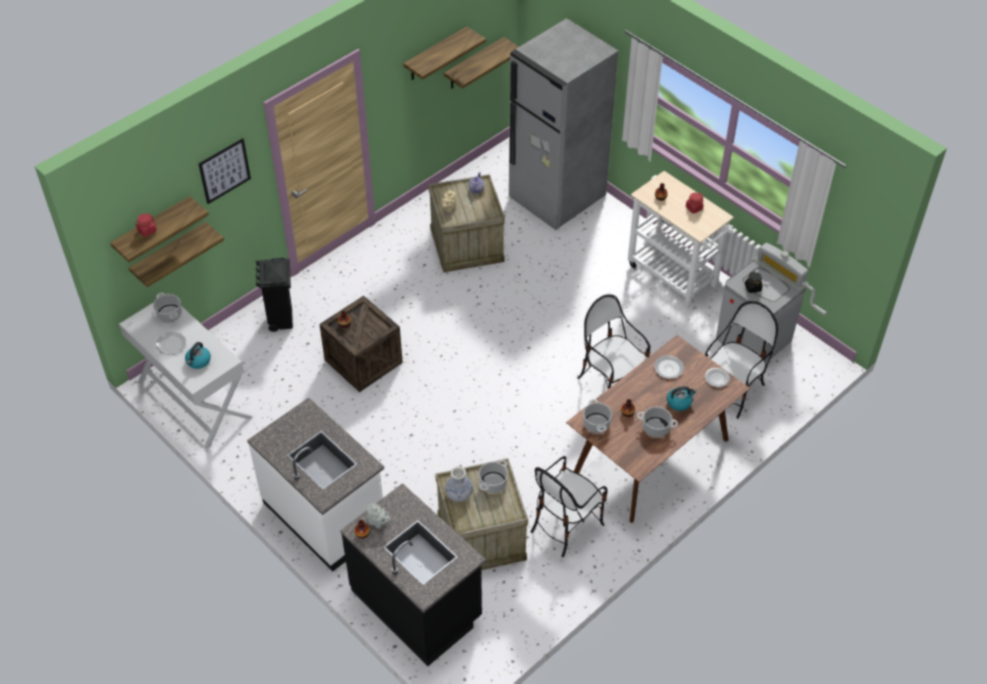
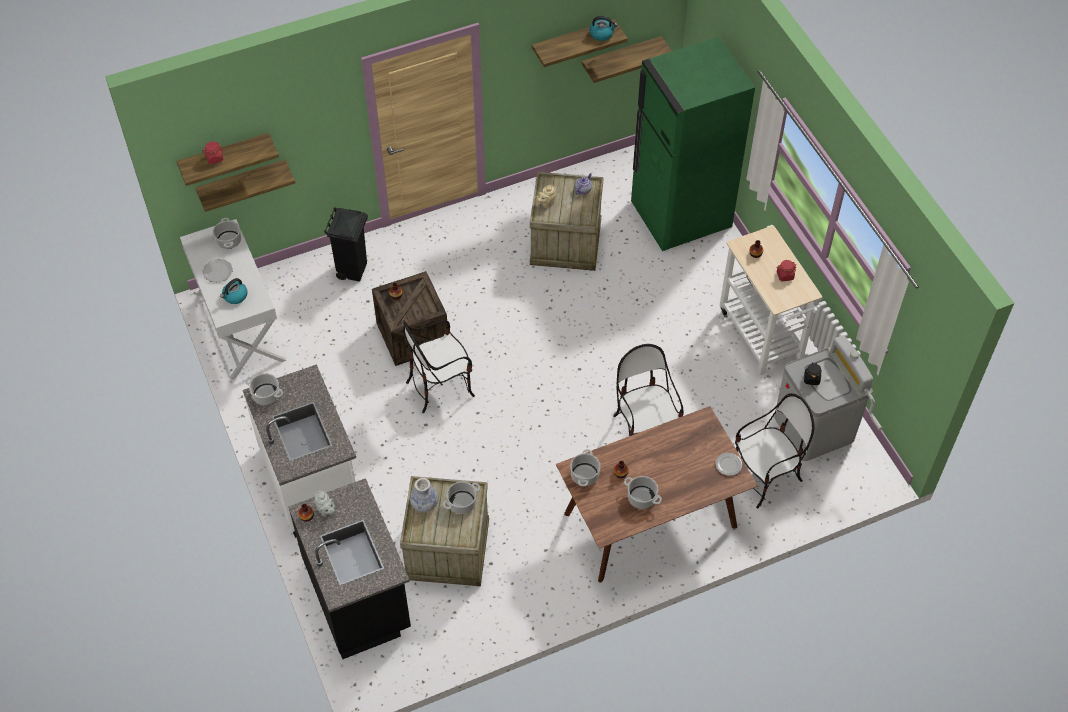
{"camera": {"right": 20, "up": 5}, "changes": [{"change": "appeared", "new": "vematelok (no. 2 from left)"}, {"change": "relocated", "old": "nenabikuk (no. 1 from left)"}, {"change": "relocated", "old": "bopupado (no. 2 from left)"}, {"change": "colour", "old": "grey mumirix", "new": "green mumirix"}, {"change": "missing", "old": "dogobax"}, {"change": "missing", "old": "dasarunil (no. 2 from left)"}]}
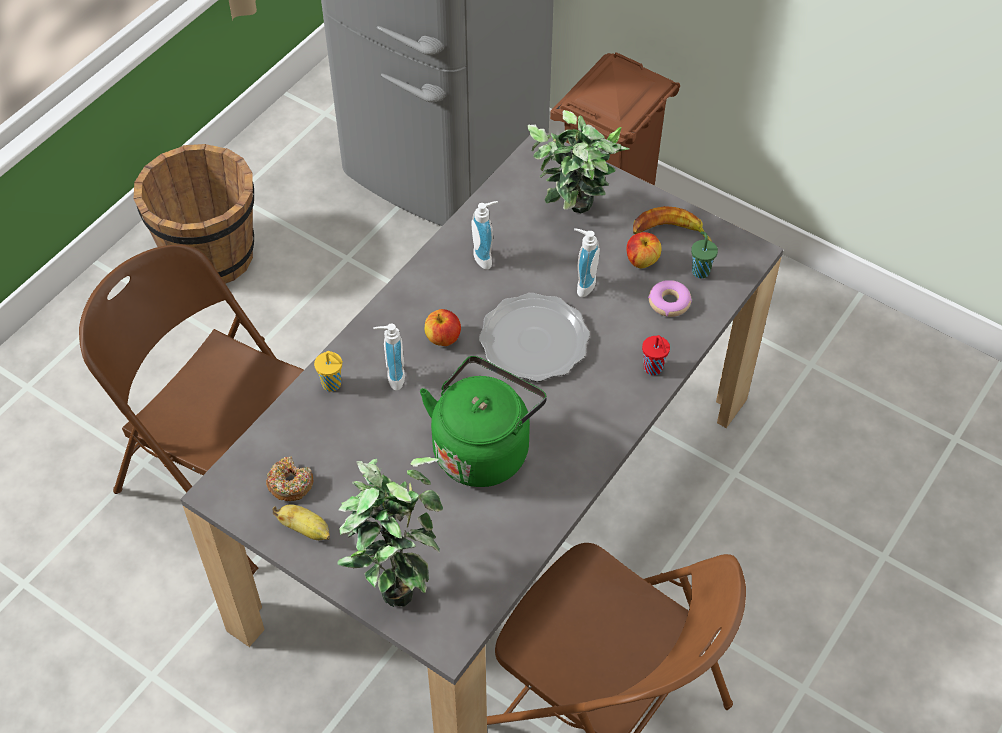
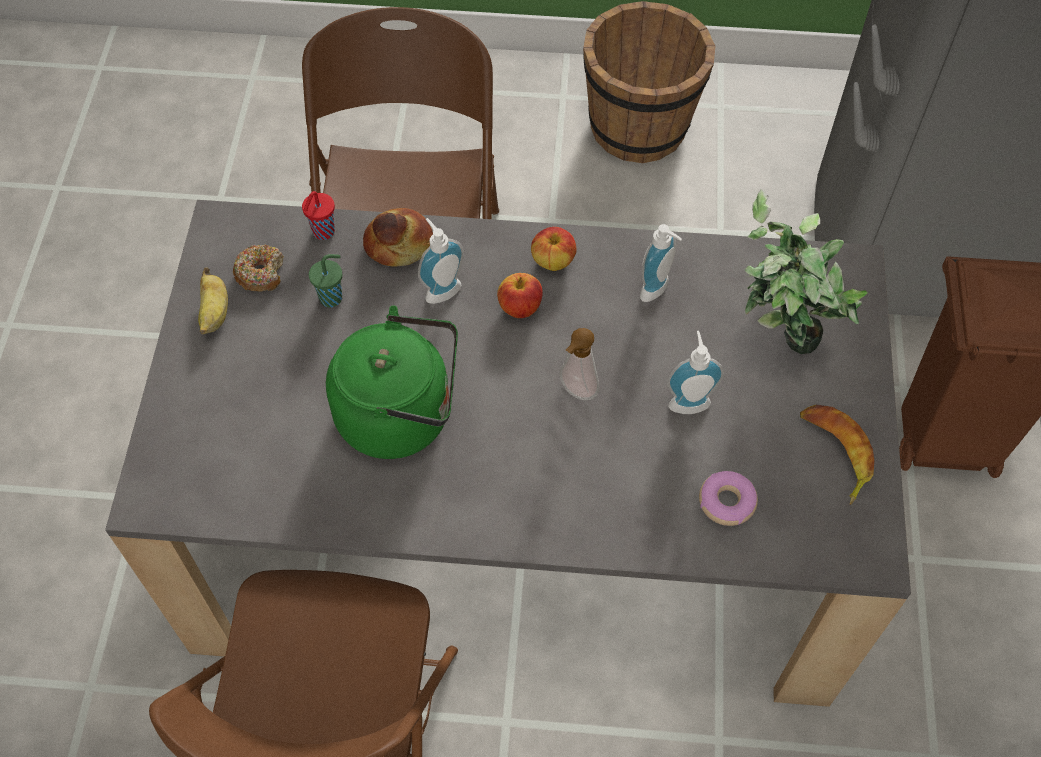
{"camera": {"right": 60, "up": 5}, "changes": [{"change": "relocated", "old": "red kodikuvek"}, {"change": "relocated", "old": "green kodikuvek"}, {"change": "exchanged", "old": "yellow kodikuvek", "new": "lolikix"}, {"change": "relocated", "old": "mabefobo (no. 2 from left)"}, {"change": "exchanged", "old": "dasarunil", "new": "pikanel (no. 2 from left)"}, {"change": "missing", "old": "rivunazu (no. 1 from left)"}]}
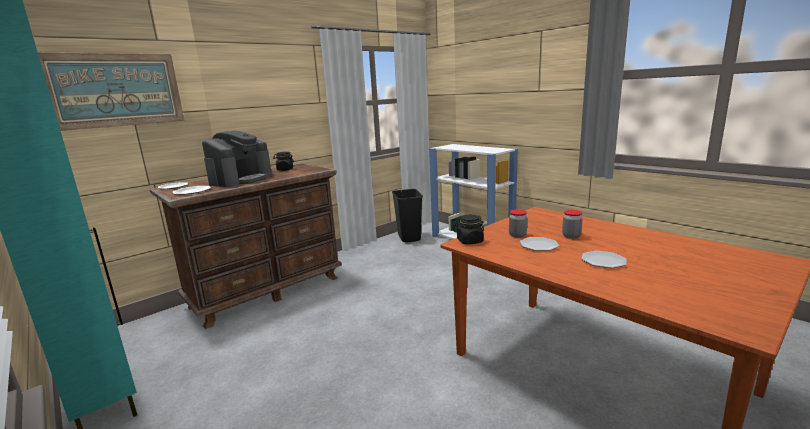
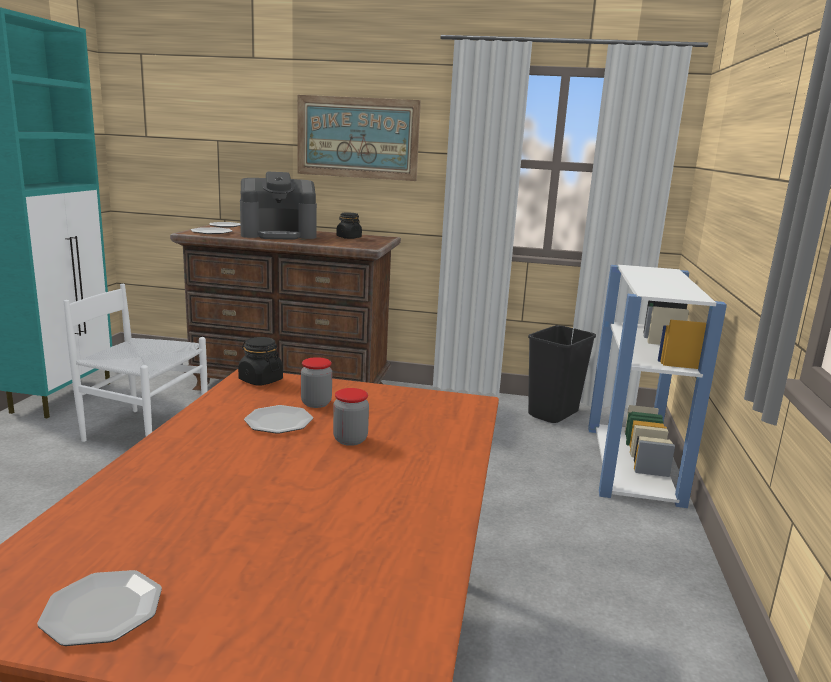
{"camera": {"right": 50, "up": 0}, "changes": [{"change": "relocated", "old": "dasarunil (no. 4 from left in the first image)", "new": "dasarunil (no. 1 from left)"}, {"change": "appeared", "new": "white nenabikuk"}, {"change": "relocated", "old": "dogobax"}]}
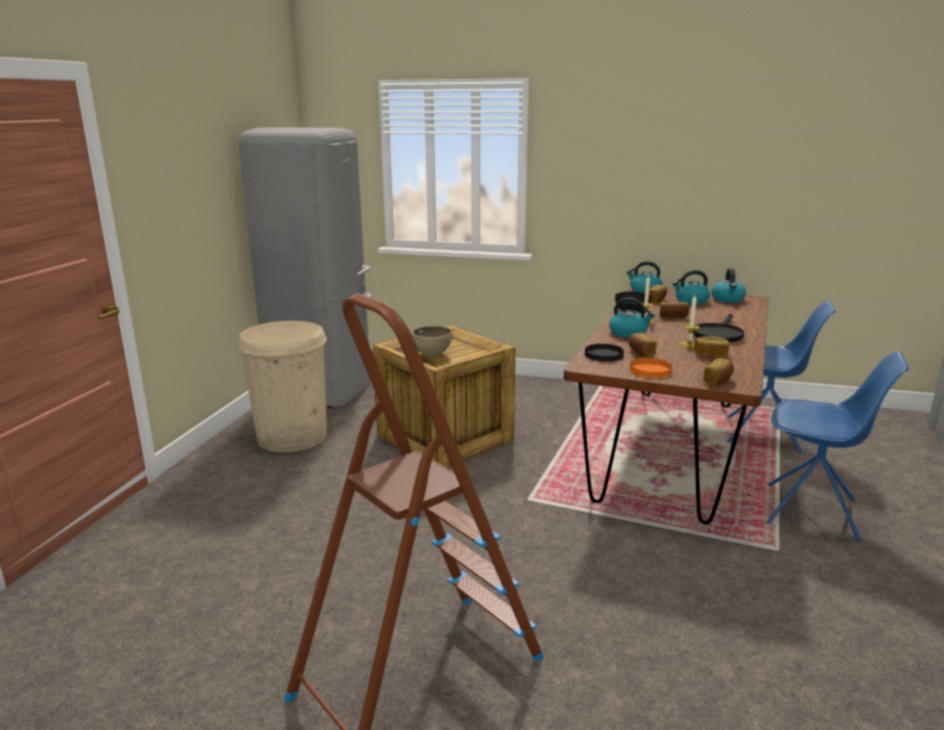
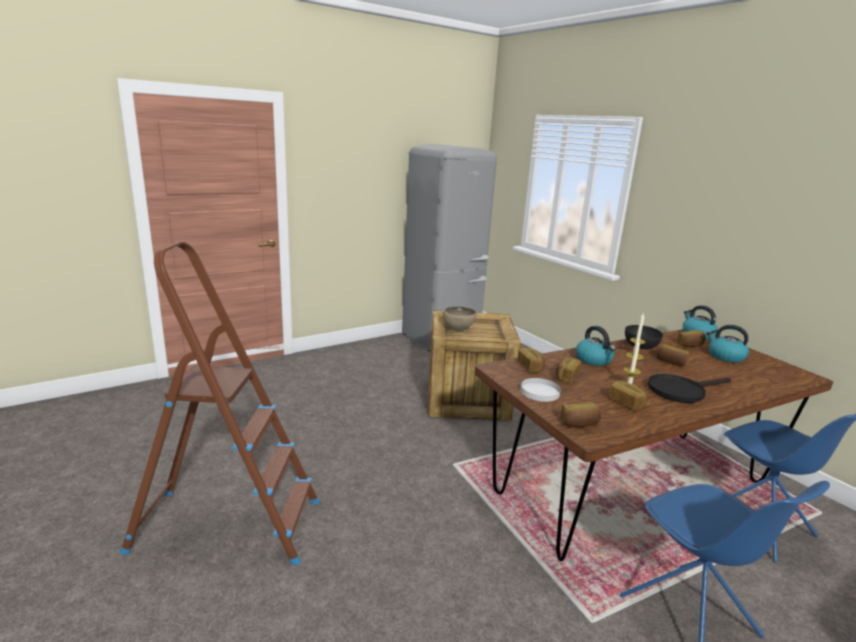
{"camera": {"right": 40, "up": 0}, "changes": [{"change": "exchanged", "old": "black dasarunil", "new": "lolikix (no. 1 from left)"}, {"change": "colour", "old": "orange dasarunil", "new": "white dasarunil"}, {"change": "missing", "old": "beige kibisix"}, {"change": "missing", "old": "bopupado (no. 4 from left)"}]}
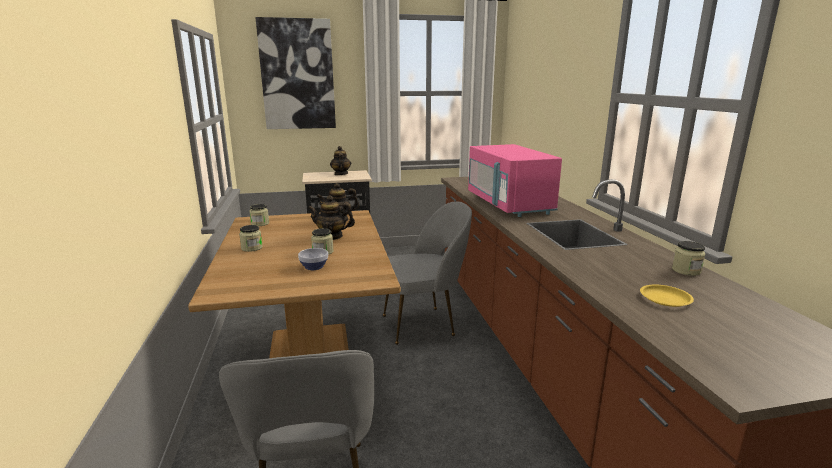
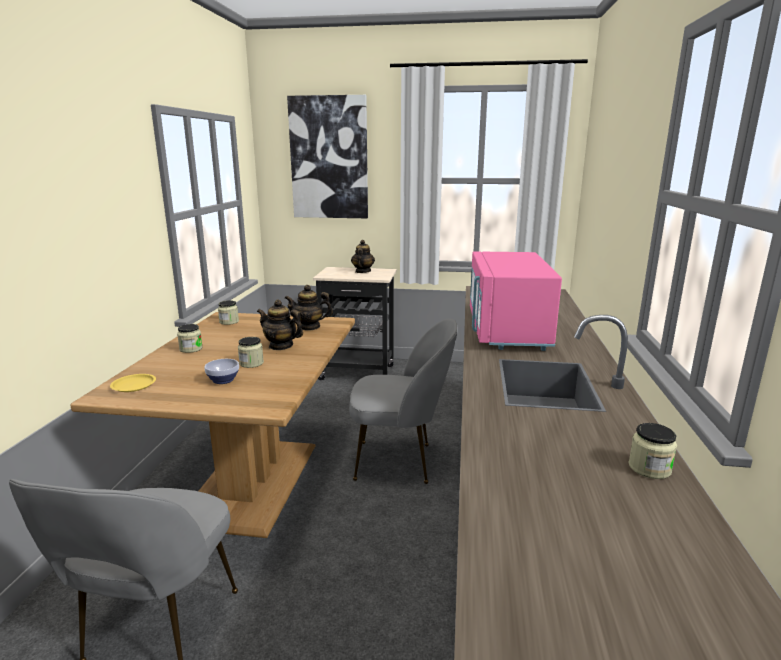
{"camera": {"right": 20, "up": 0}, "changes": [{"change": "relocated", "old": "yellow dasarunil"}]}
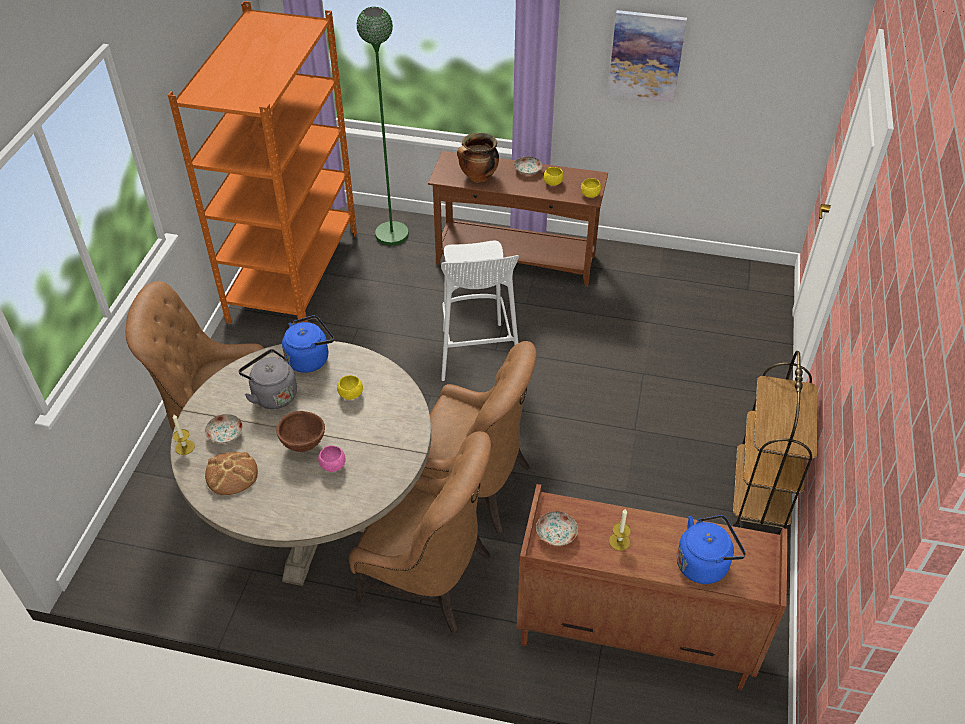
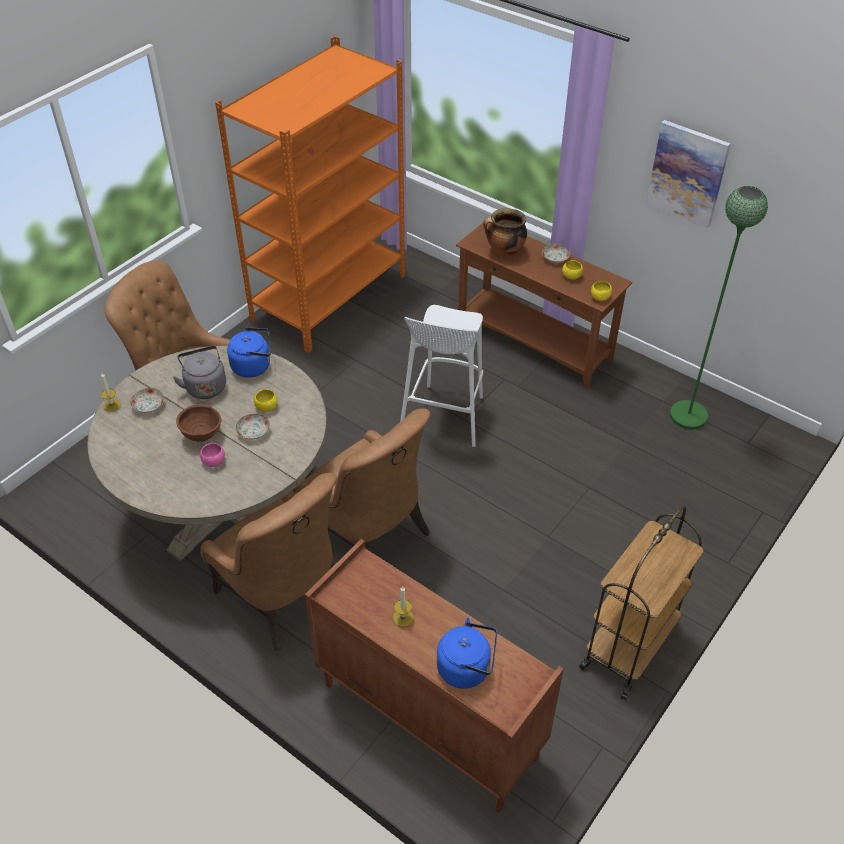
{"camera": {"right": 25, "up": 0}, "changes": [{"change": "relocated", "old": "dasarunil (no. 3 from left in the first image)", "new": "dasarunil (no. 2 from left)"}, {"change": "relocated", "old": "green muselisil"}, {"change": "missing", "old": "lolikix"}]}
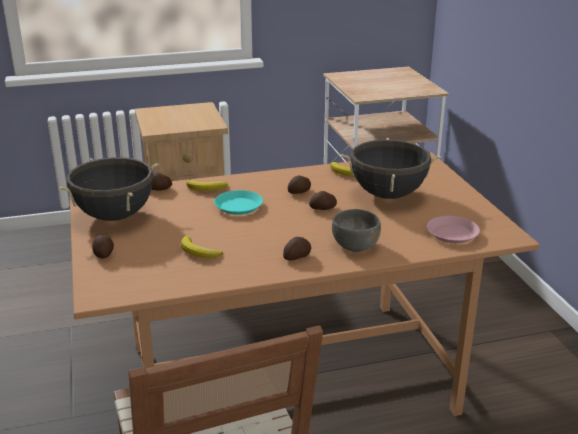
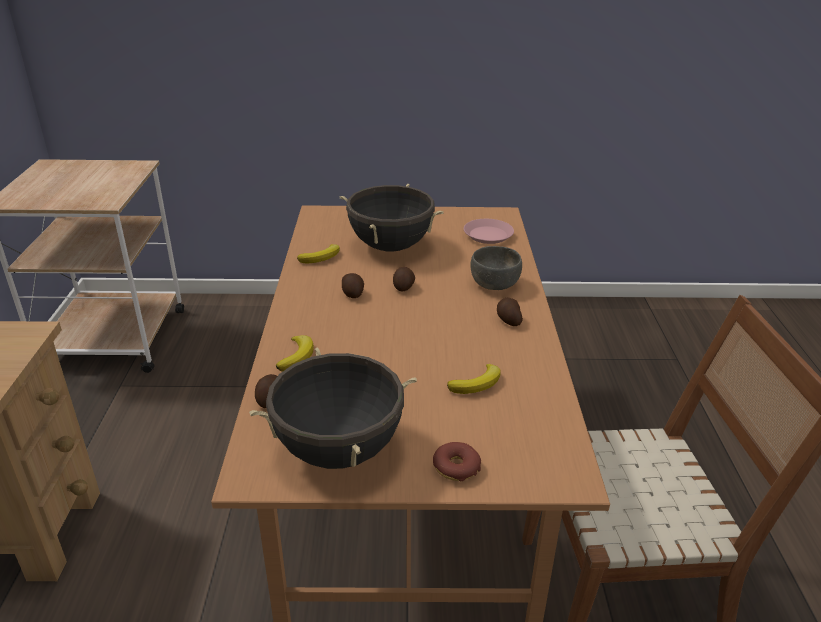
{"camera": {"right": -75, "up": 5}, "changes": [{"change": "exchanged", "old": "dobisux (no. 1 from left)", "new": "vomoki"}, {"change": "missing", "old": "turquoise dasarunil"}]}
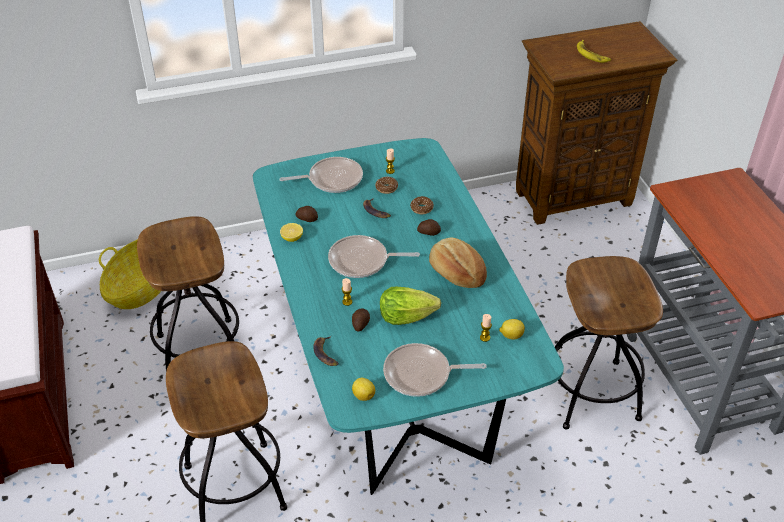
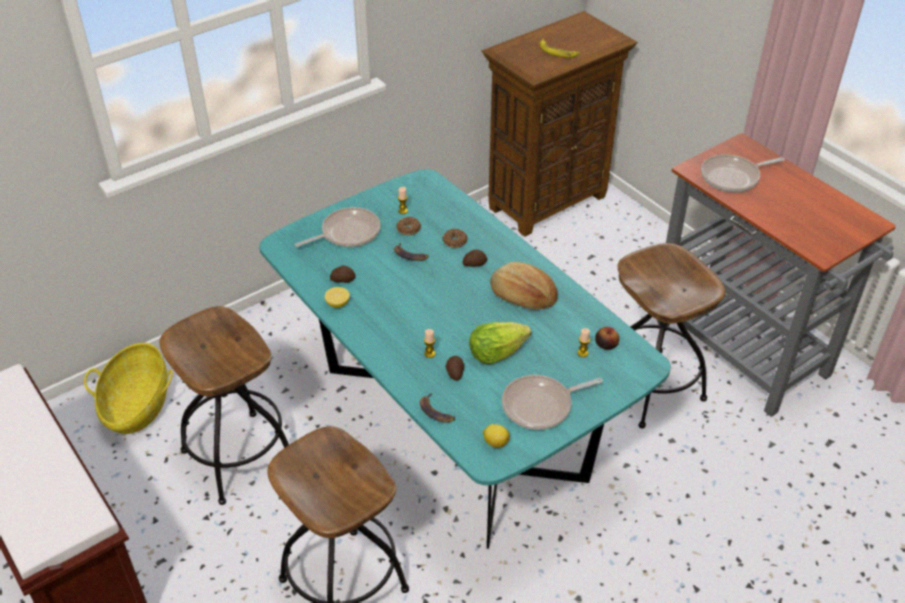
{"camera": {"right": -20, "up": 0}, "changes": [{"change": "exchanged", "old": "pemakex (no. 3 from left)", "new": "mabefobo"}, {"change": "relocated", "old": "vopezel (no. 2 from left in the first image)", "new": "vopezel (no. 3 from left)"}]}
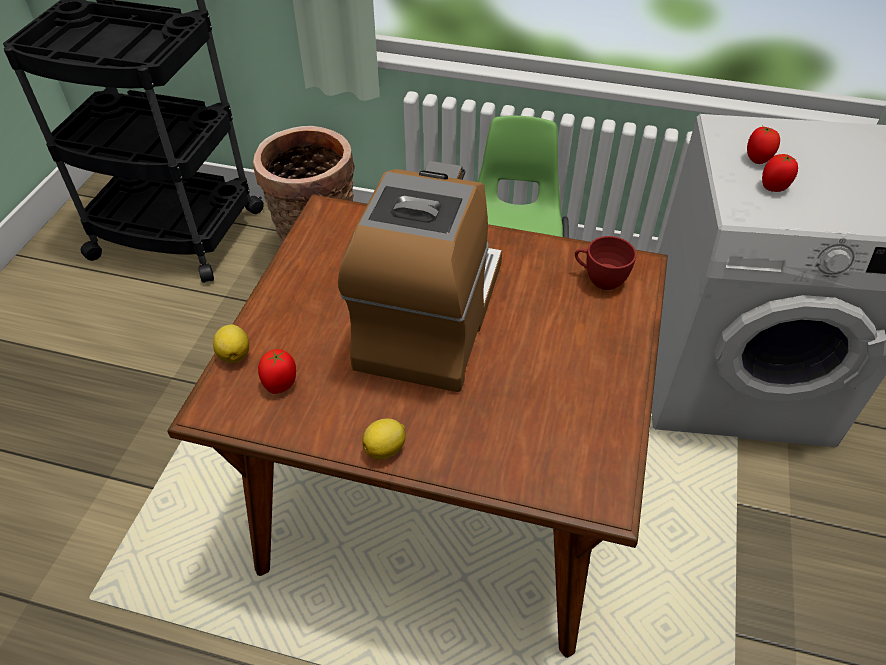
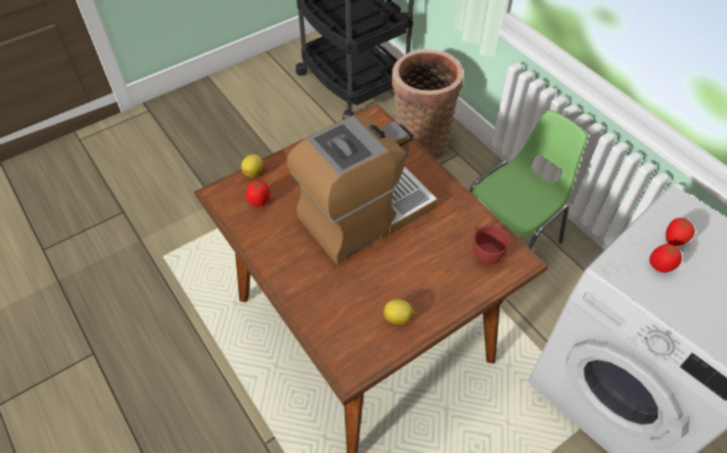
{"camera": {"right": 40, "up": 5}, "changes": [{"change": "relocated", "old": "pemakex (no. 2 from left)"}]}
